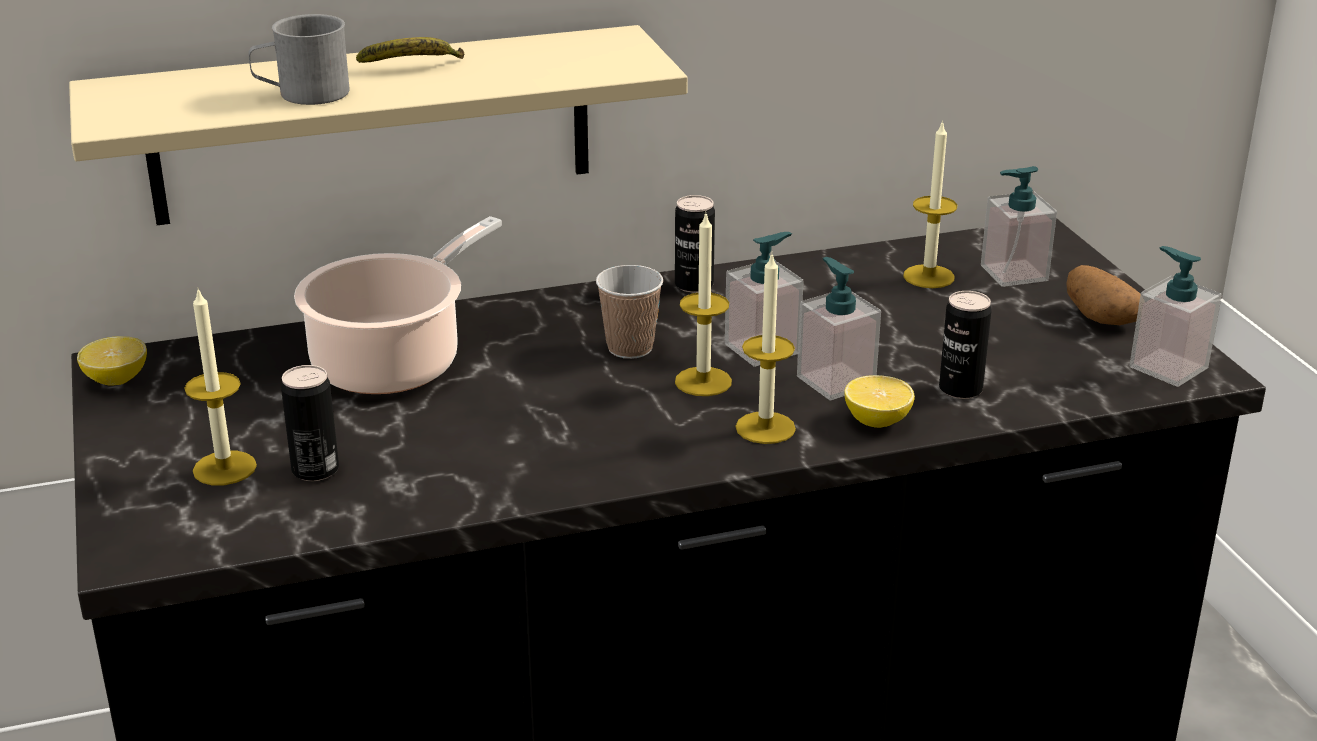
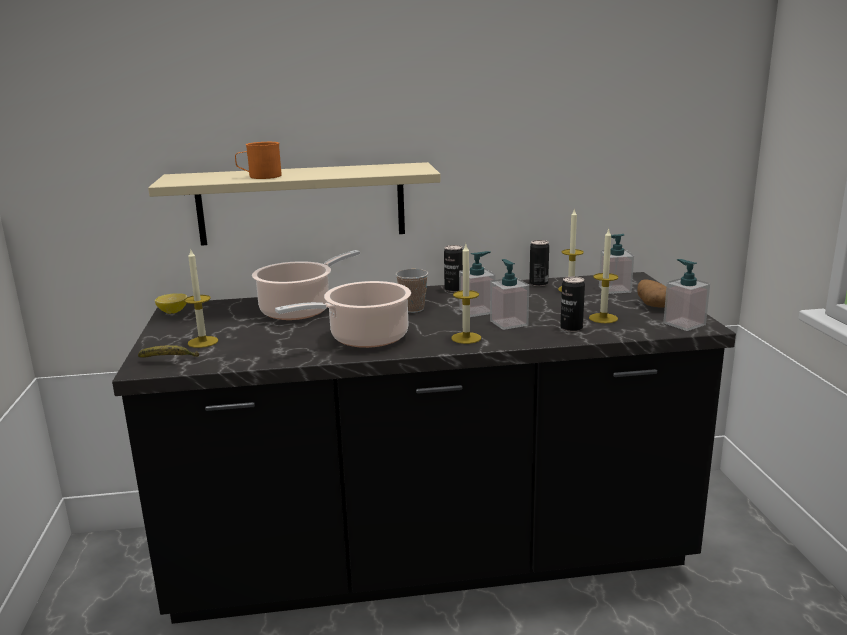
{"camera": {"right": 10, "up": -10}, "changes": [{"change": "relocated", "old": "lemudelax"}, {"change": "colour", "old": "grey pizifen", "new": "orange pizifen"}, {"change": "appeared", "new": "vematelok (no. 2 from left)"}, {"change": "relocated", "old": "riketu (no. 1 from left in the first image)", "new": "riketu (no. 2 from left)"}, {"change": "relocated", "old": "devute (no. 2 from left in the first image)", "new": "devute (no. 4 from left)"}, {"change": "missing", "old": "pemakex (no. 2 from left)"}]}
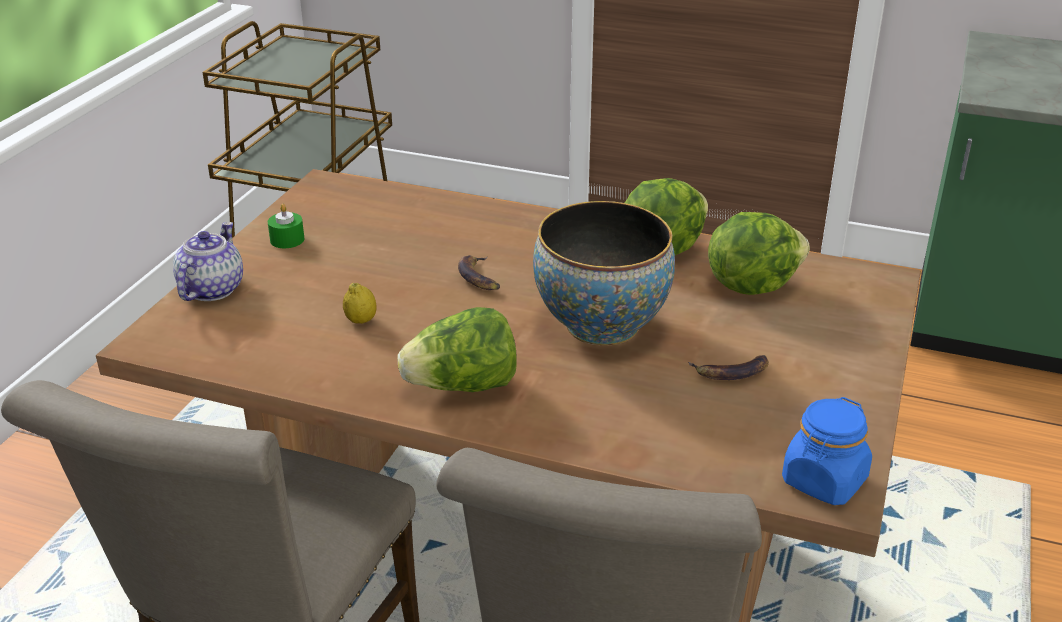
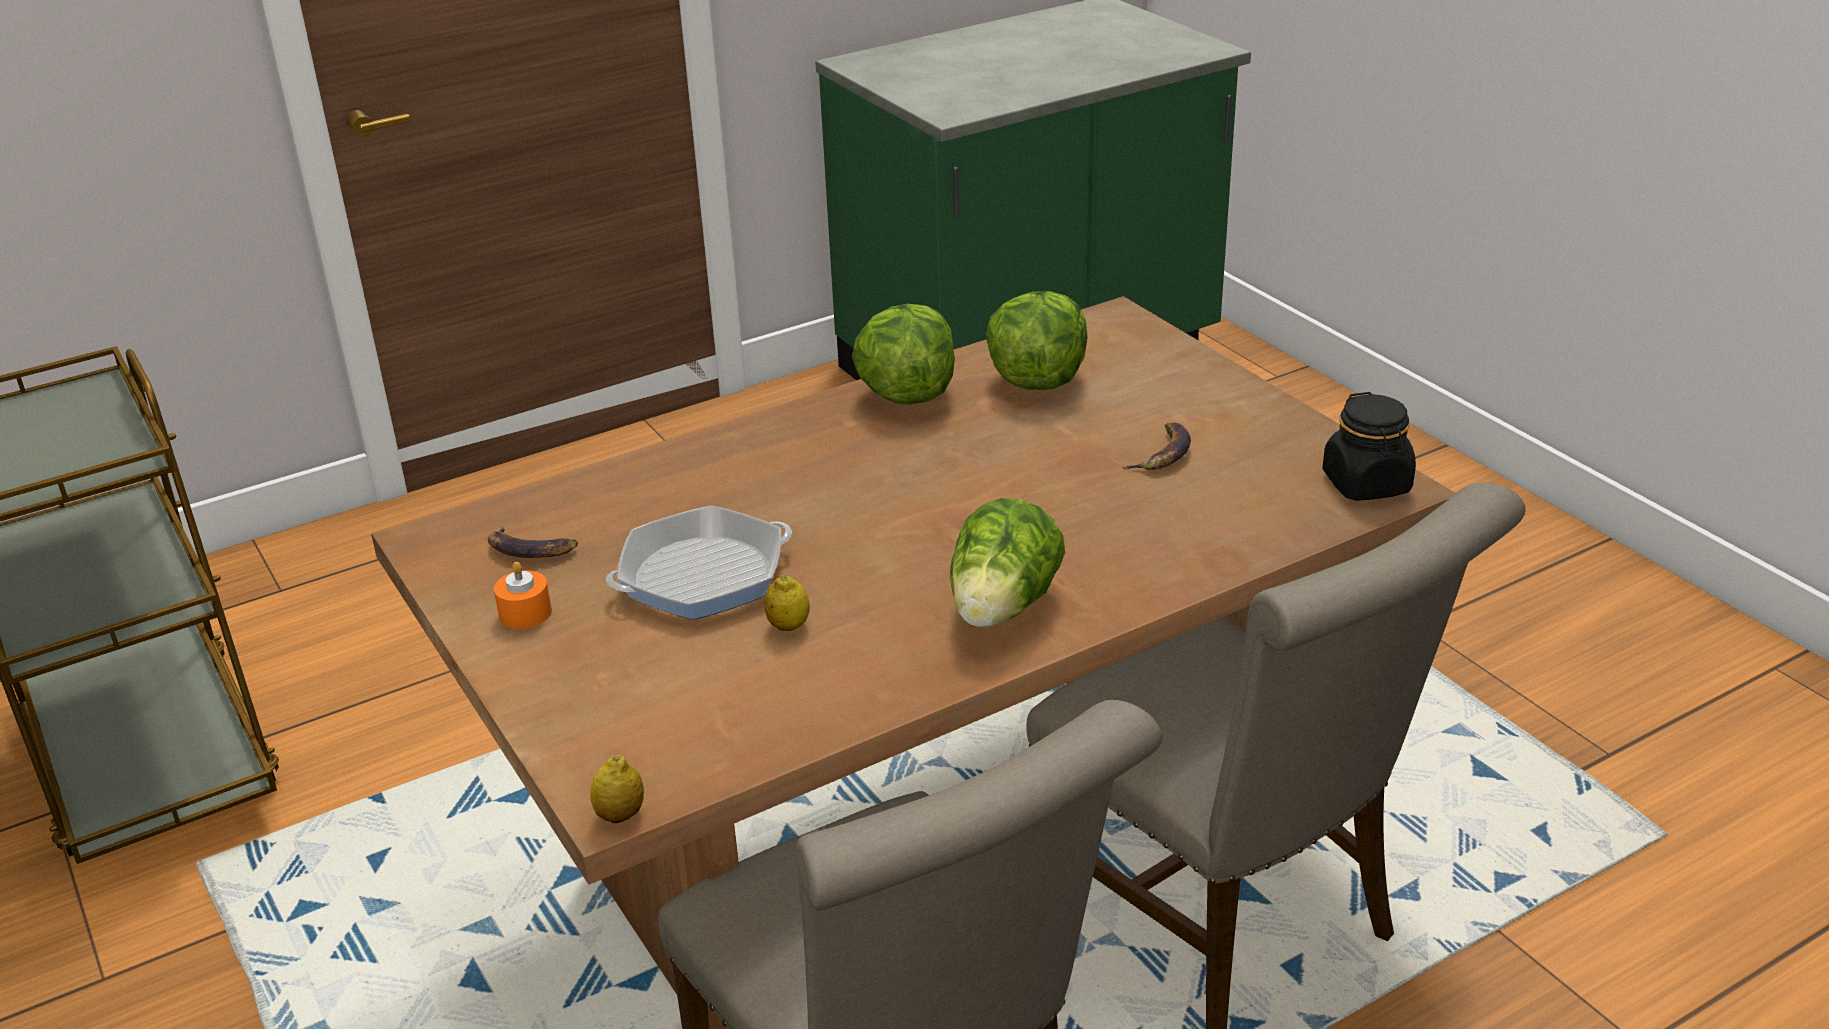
{"camera": {"right": -50, "up": 0}, "changes": [{"change": "relocated", "old": "lemudelax (no. 1 from left)"}, {"change": "colour", "old": "green devute", "new": "orange devute"}, {"change": "appeared", "new": "pemakex (no. 1 from left)"}, {"change": "appeared", "new": "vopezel"}, {"change": "colour", "old": "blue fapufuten", "new": "black fapufuten"}, {"change": "missing", "old": "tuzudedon"}, {"change": "missing", "old": "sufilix"}]}
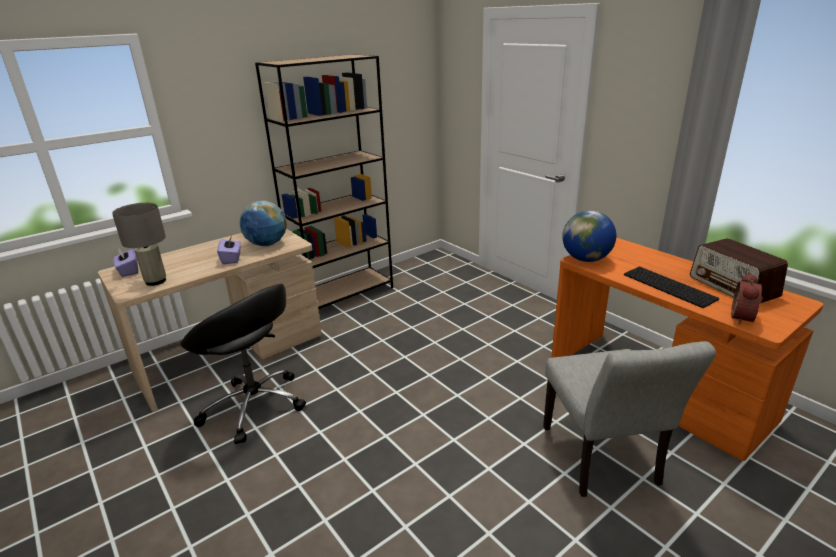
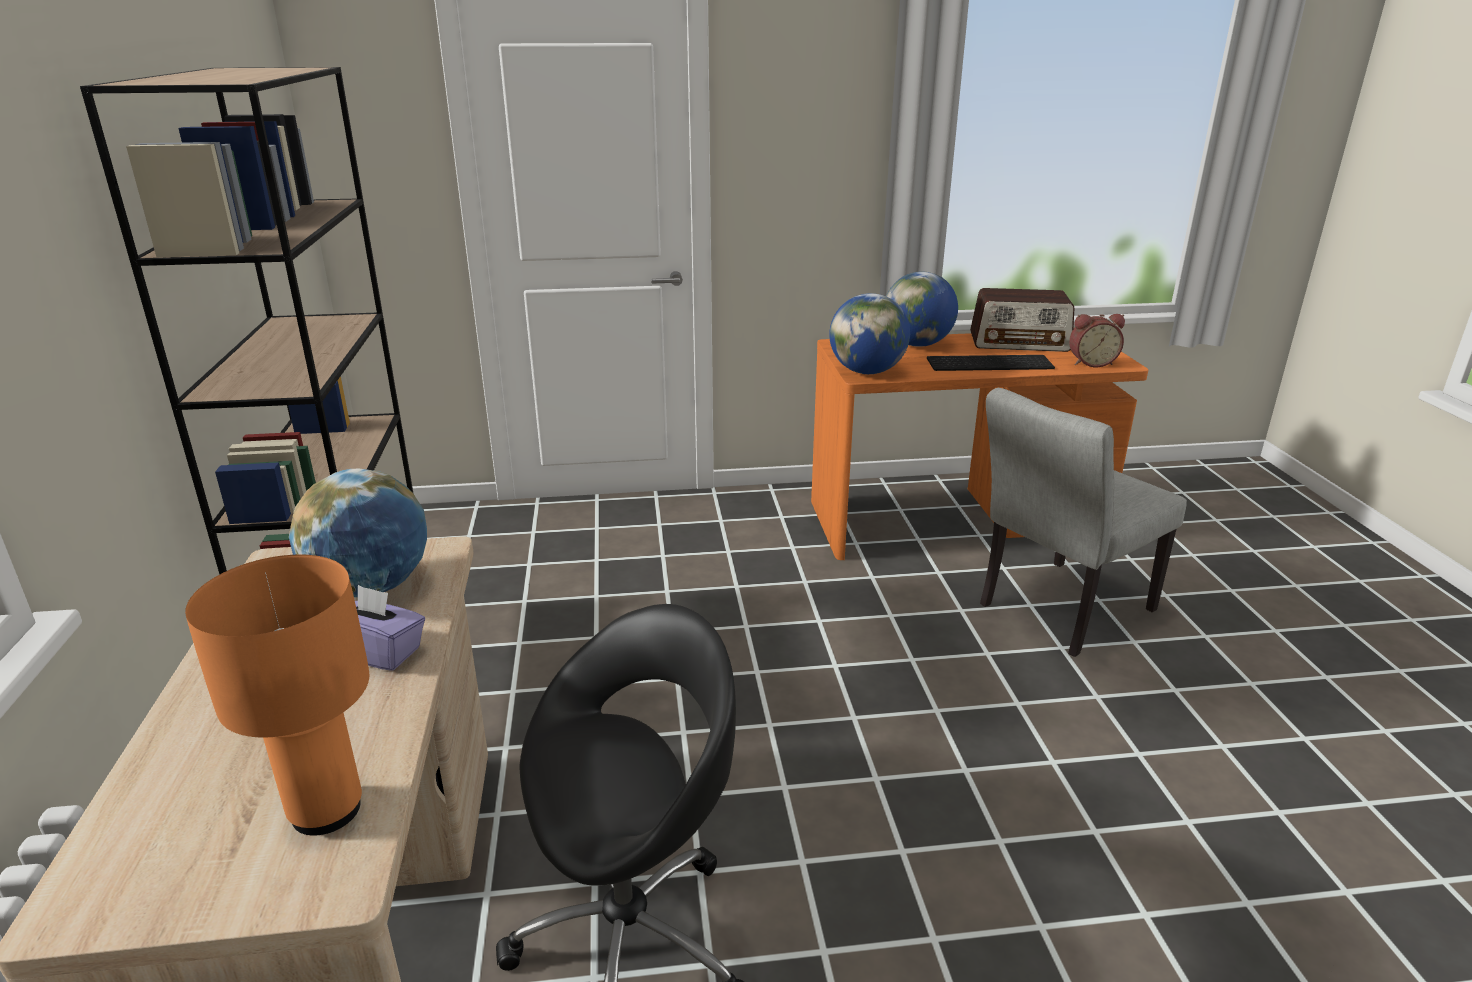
{"camera": {"right": -60, "up": 0}, "changes": [{"change": "colour", "old": "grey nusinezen", "new": "orange nusinezen"}, {"change": "appeared", "new": "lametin (no. 3 from left)"}, {"change": "spun", "old": "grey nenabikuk", "degrees": 120}, {"change": "spun", "old": "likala", "degrees": -60}, {"change": "missing", "old": "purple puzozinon (no. 1 from left)"}]}
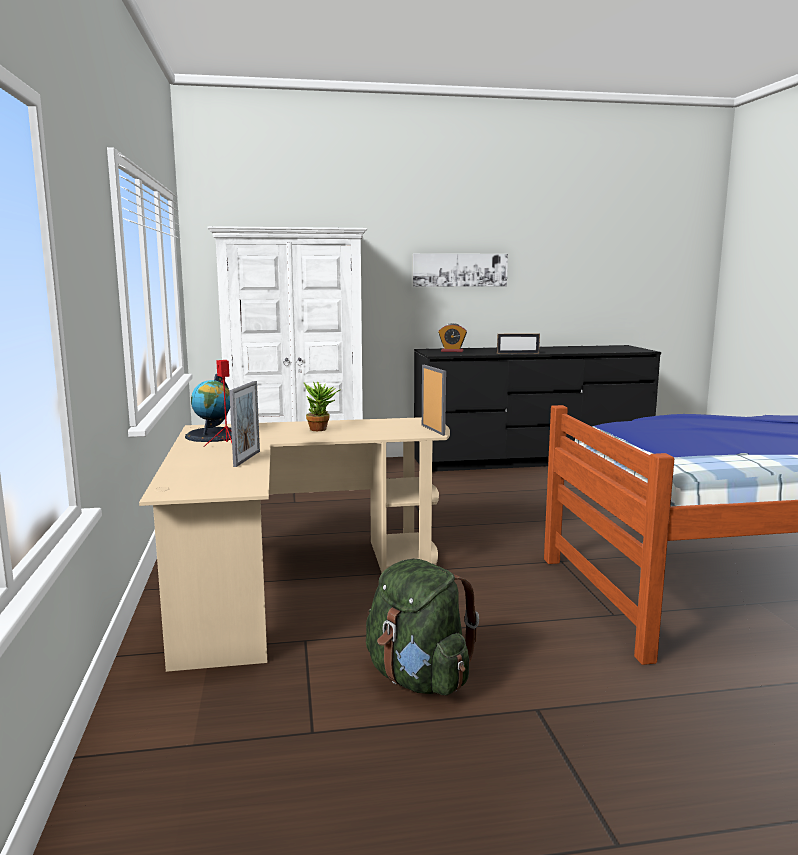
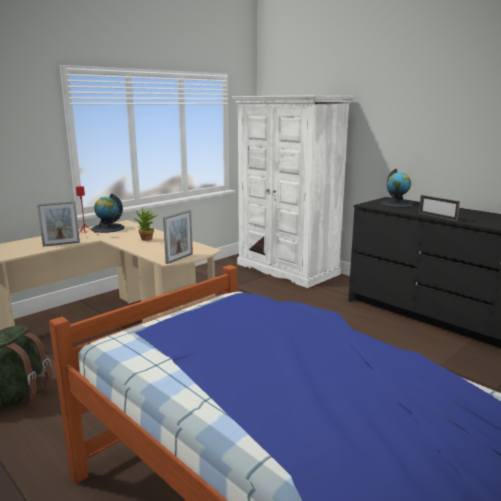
{"camera": {"right": 55, "up": 5}, "changes": [{"change": "exchanged", "old": "likala", "new": "lametin (no. 2 from left)"}, {"change": "missing", "old": "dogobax"}]}
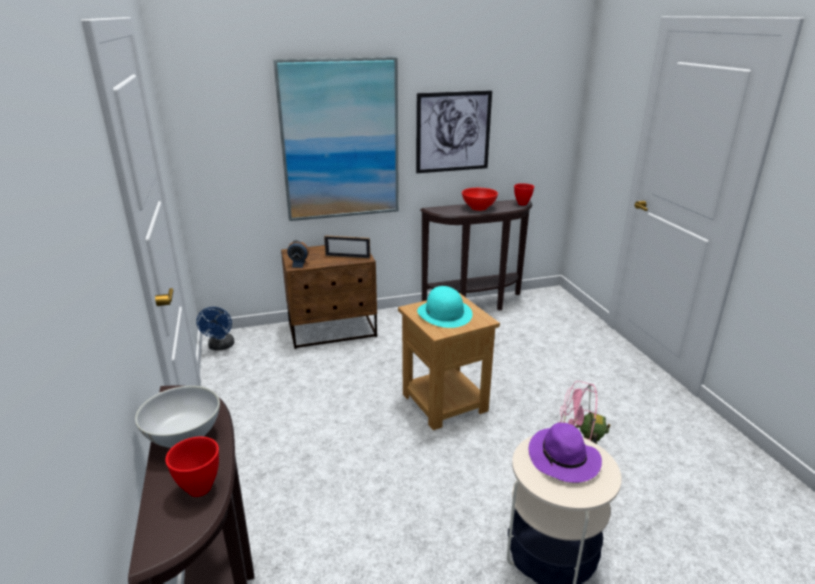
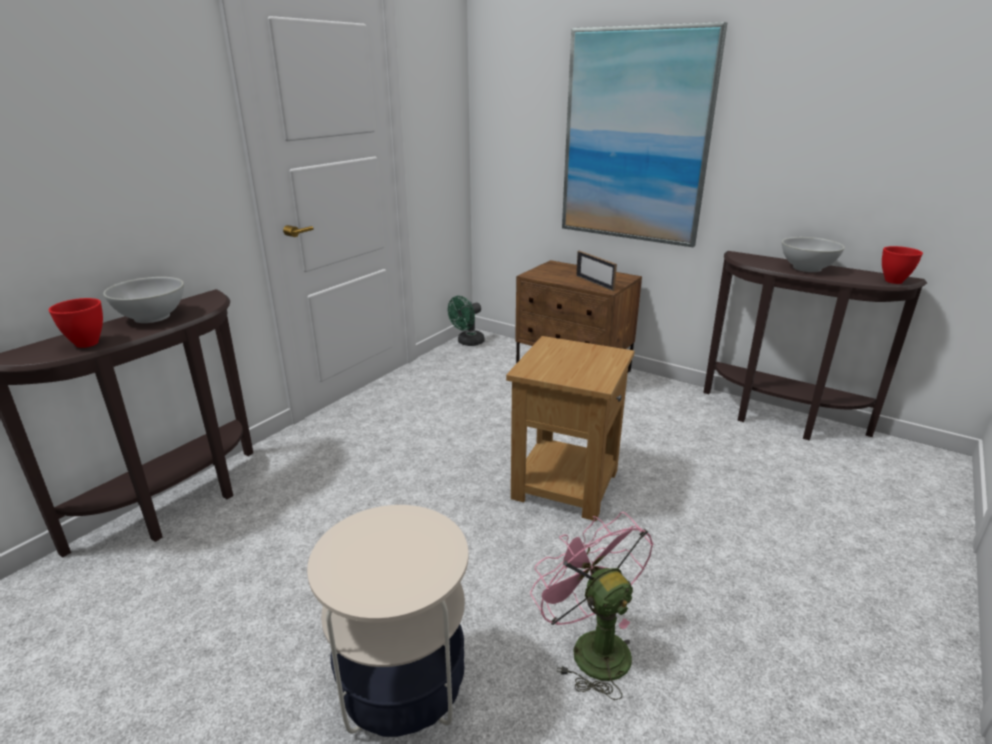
{"camera": {"right": 50, "up": 0}, "changes": [{"change": "colour", "old": "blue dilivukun", "new": "green dilivukun"}, {"change": "colour", "old": "red sufilix (no. 2 from left)", "new": "white sufilix (no. 2 from left)"}, {"change": "missing", "old": "likala"}, {"change": "missing", "old": "dogobax (no. 2 from left)"}, {"change": "missing", "old": "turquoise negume"}, {"change": "missing", "old": "purple negume"}]}
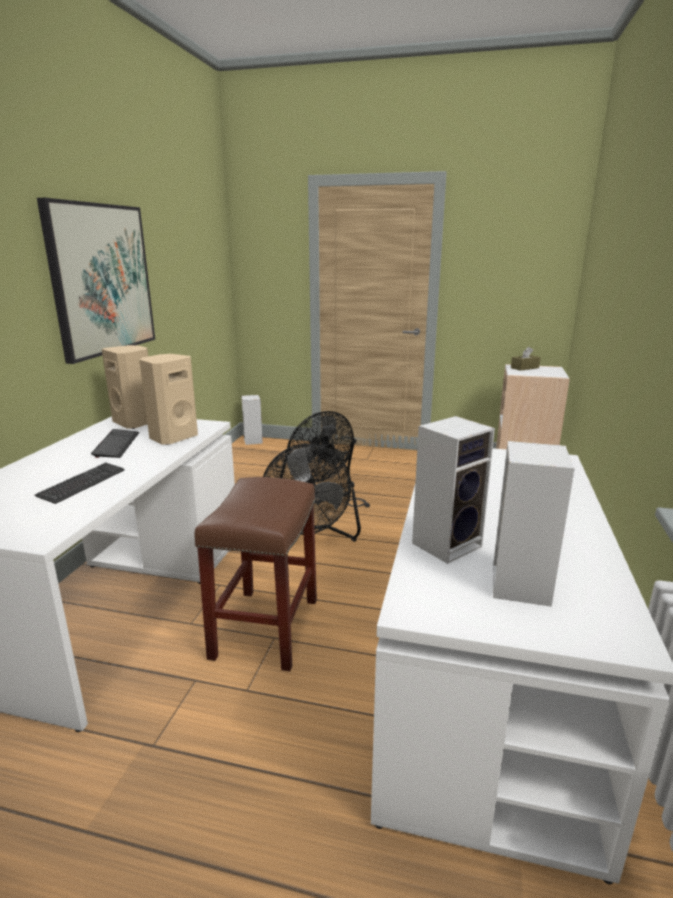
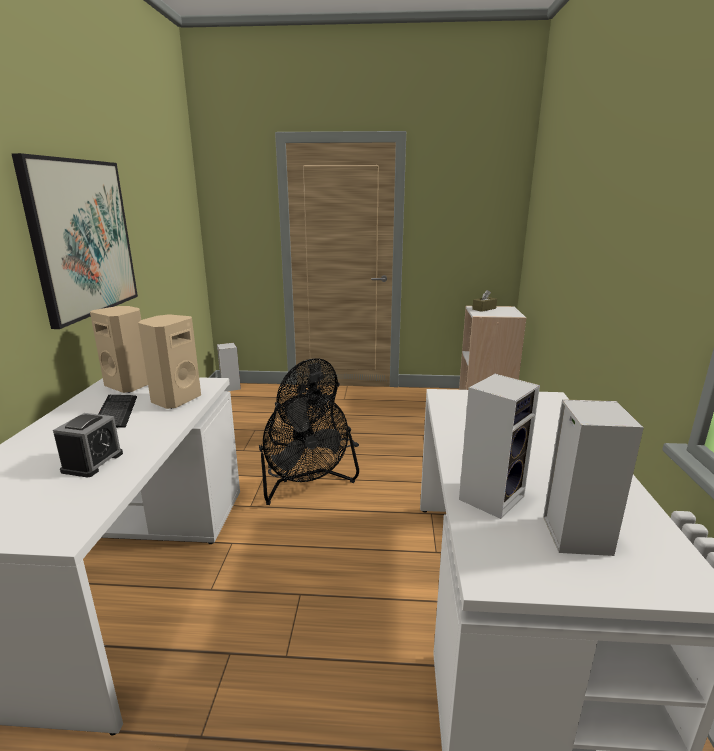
{"camera": {"right": -10, "up": 0}, "changes": [{"change": "exchanged", "old": "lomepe (no. 1 from left)", "new": "likala"}, {"change": "missing", "old": "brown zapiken"}]}
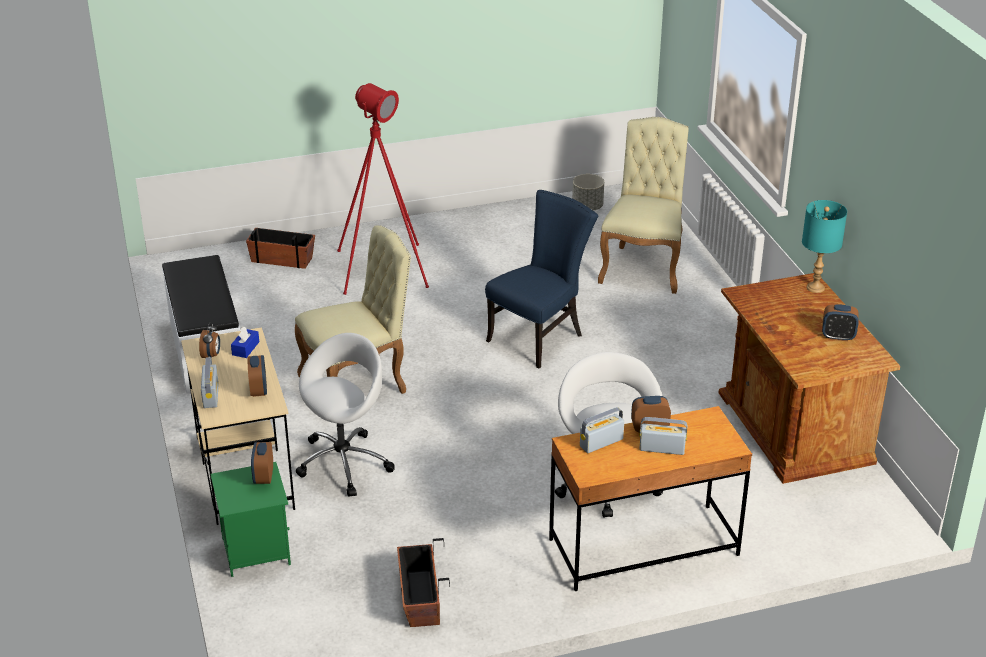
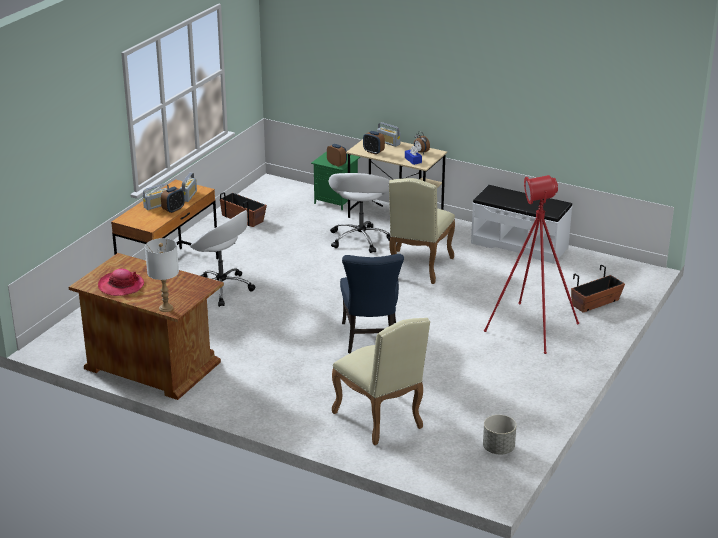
{"camera": {"right": 135, "up": -5}, "changes": [{"change": "exchanged", "old": "likala (no. 5 from left)", "new": "negume"}, {"change": "colour", "old": "turquoise nusinezen", "new": "white nusinezen"}]}
